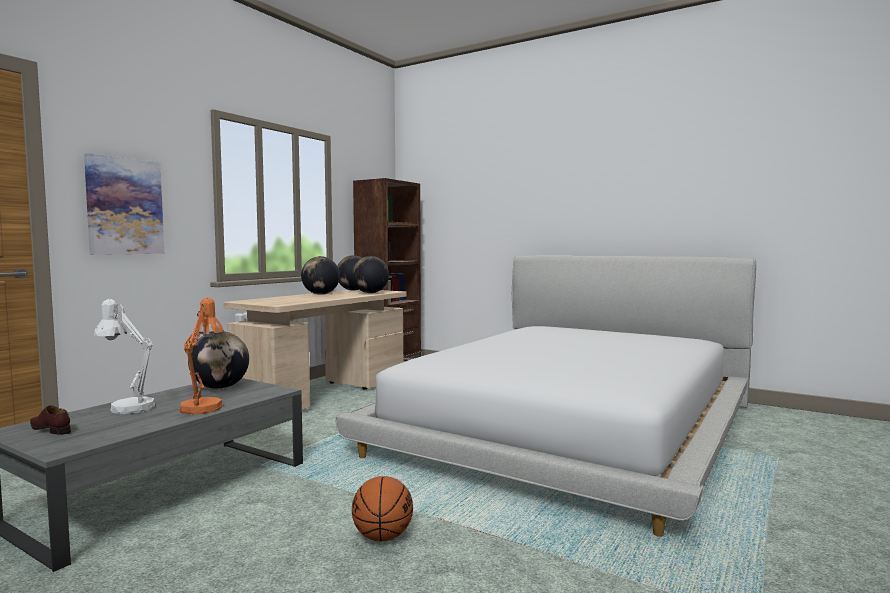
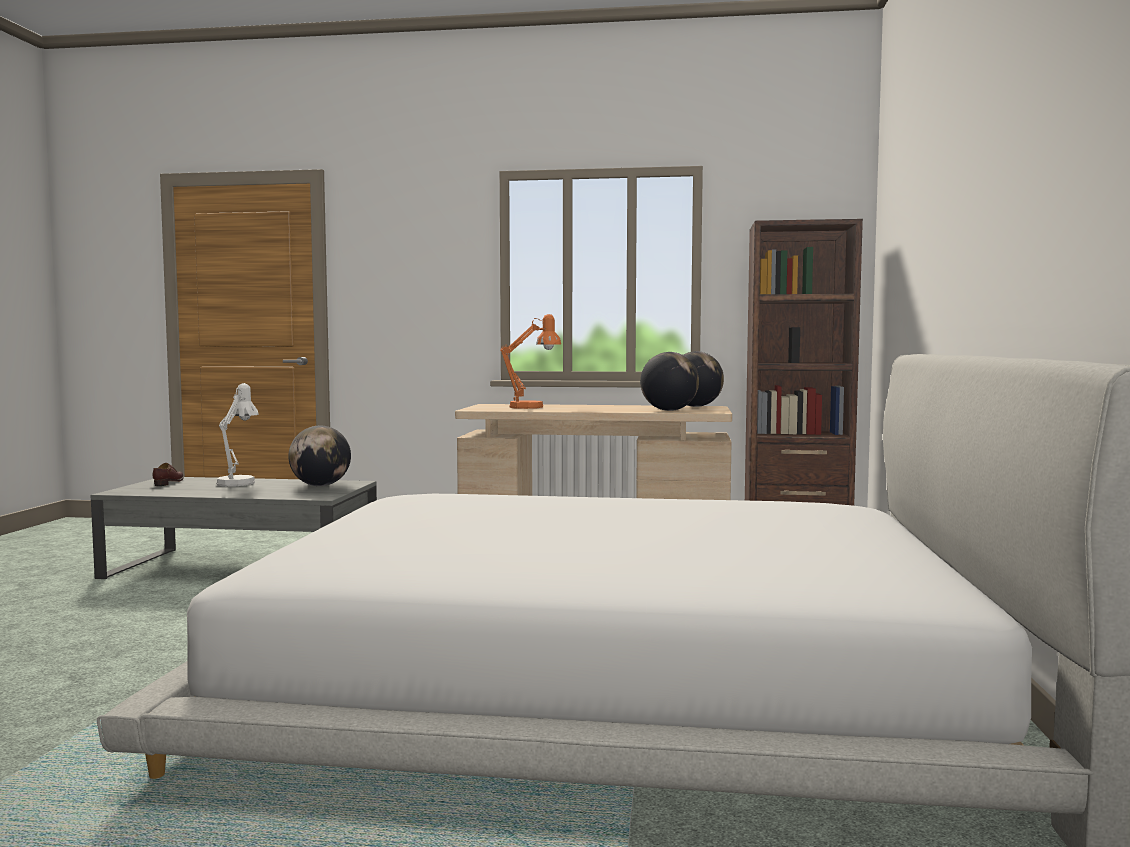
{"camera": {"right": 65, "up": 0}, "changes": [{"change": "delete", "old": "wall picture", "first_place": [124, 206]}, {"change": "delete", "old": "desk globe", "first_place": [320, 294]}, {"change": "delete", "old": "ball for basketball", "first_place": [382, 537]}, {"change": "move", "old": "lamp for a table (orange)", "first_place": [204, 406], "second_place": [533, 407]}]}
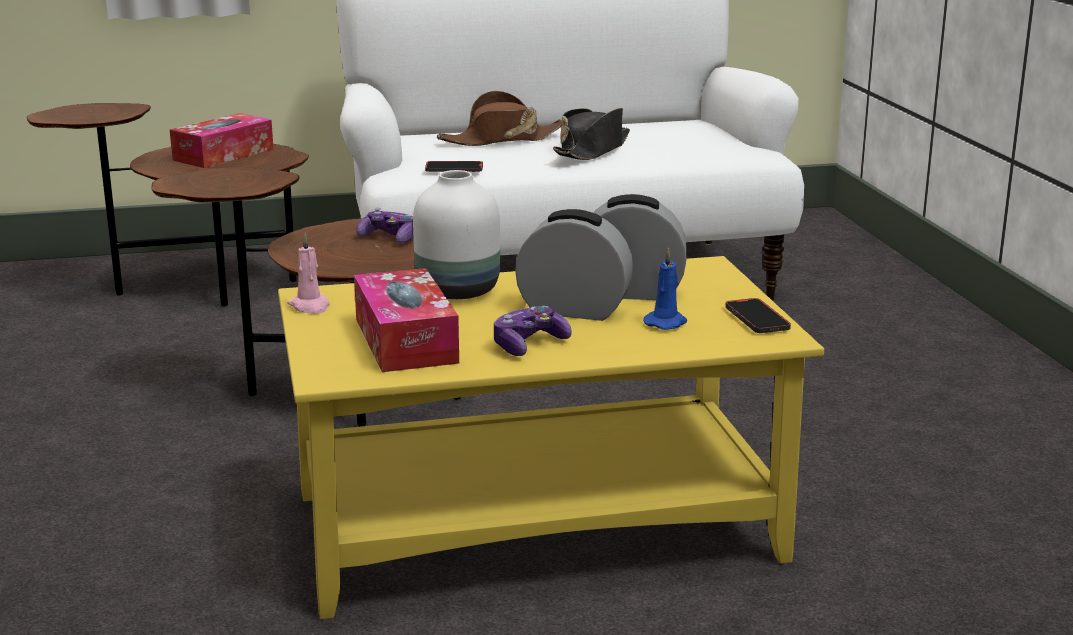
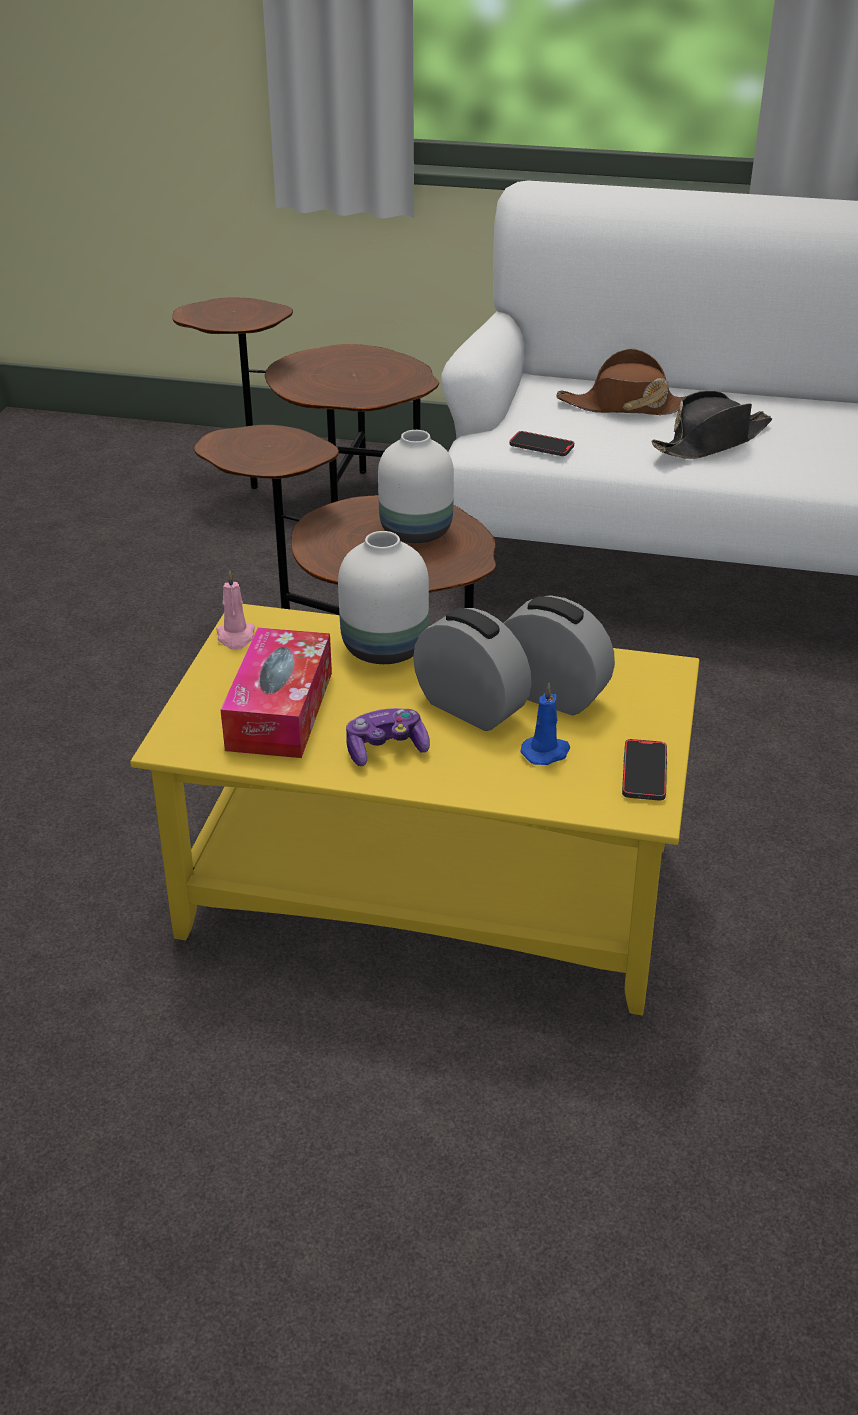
{"camera": {"right": 25, "up": 15}, "changes": [{"change": "delete", "old": "box of tissues", "first_place": [223, 154]}, {"change": "replace", "old": "joypad", "new": "vase (white)", "first_place": [389, 238], "second_place": [418, 532]}]}
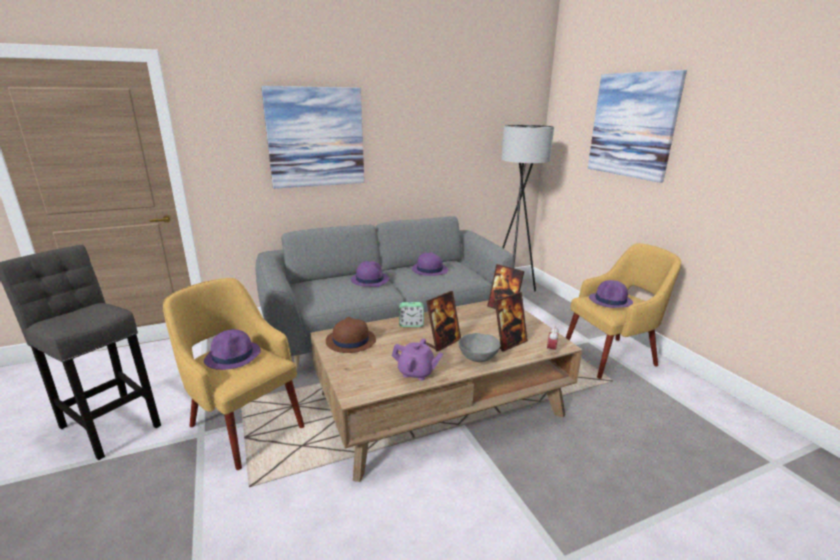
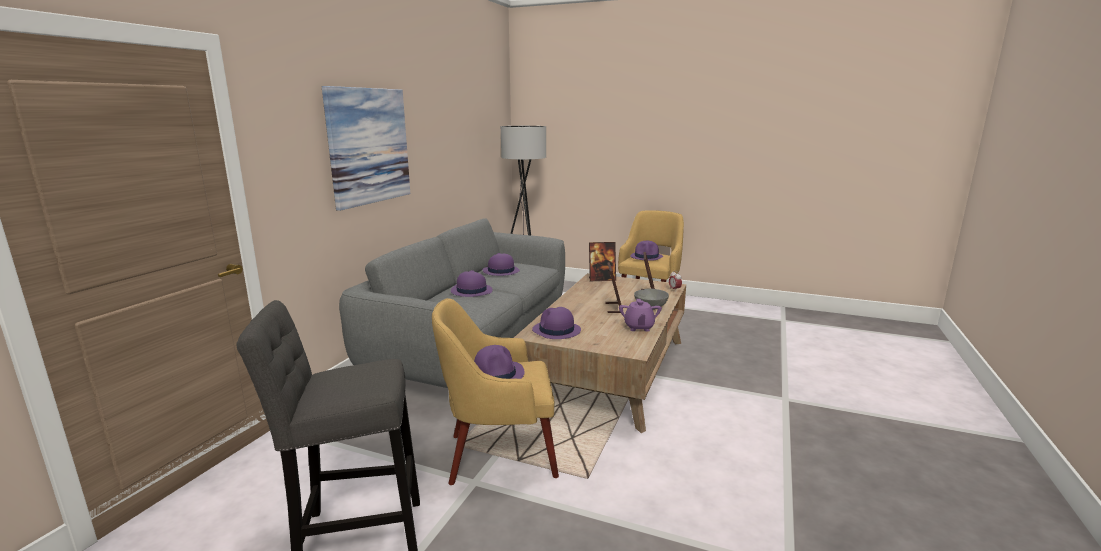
{"camera": {"right": -45, "up": -5}, "changes": [{"change": "delete", "old": "alarm clock", "first_place": [411, 324]}, {"change": "delete", "old": "wall picture", "first_place": [632, 125]}, {"change": "recolor", "old": "wearable hat (brown)", "new": "wearable hat (purple-coloured)", "first_place": [350, 341], "second_place": [556, 331]}, {"change": "rotate", "old": "tea pot (purple-coloured)", "first_place": [416, 372], "second_place": [639, 327], "degrees": 120}]}
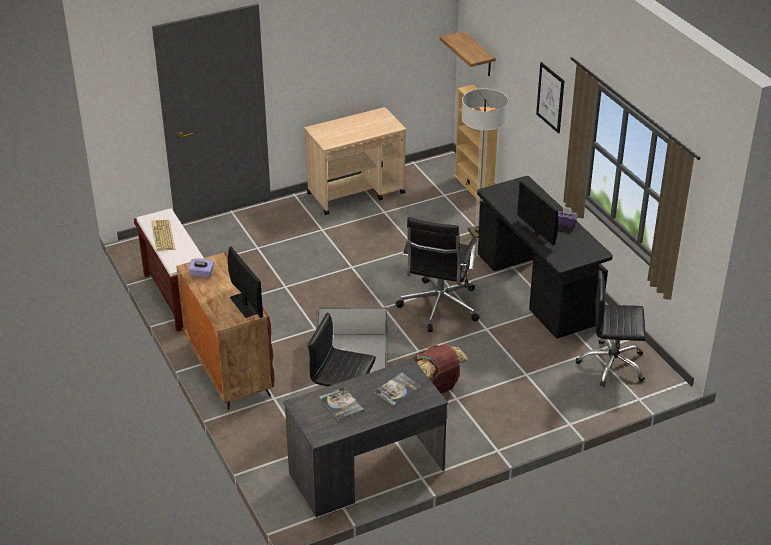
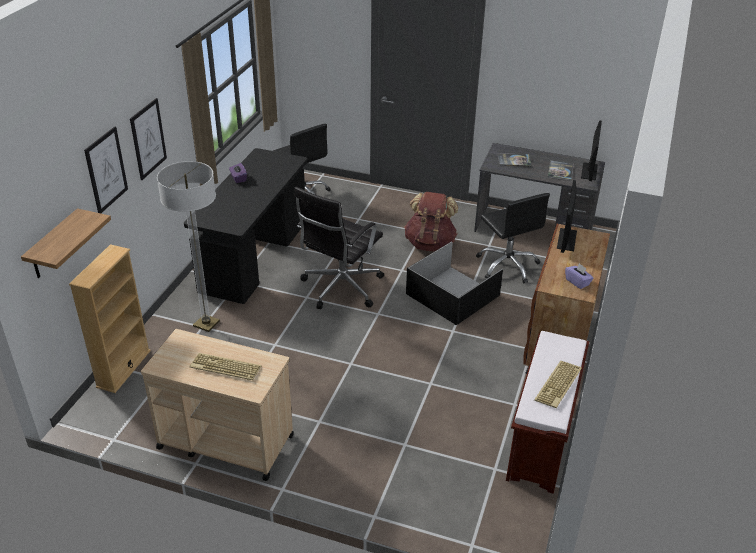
{"camera": {"right": -135, "up": 0}, "changes": [{"change": "insert", "new": "wall picture", "second_place": [106, 170]}, {"change": "insert", "new": "PC keyboard", "second_place": [224, 368]}, {"change": "move", "old": "monitor", "first_place": [537, 233], "second_place": [589, 171]}, {"change": "rotate", "old": "office chair (black)", "first_place": [438, 308], "second_place": [340, 288], "degrees": 150}]}
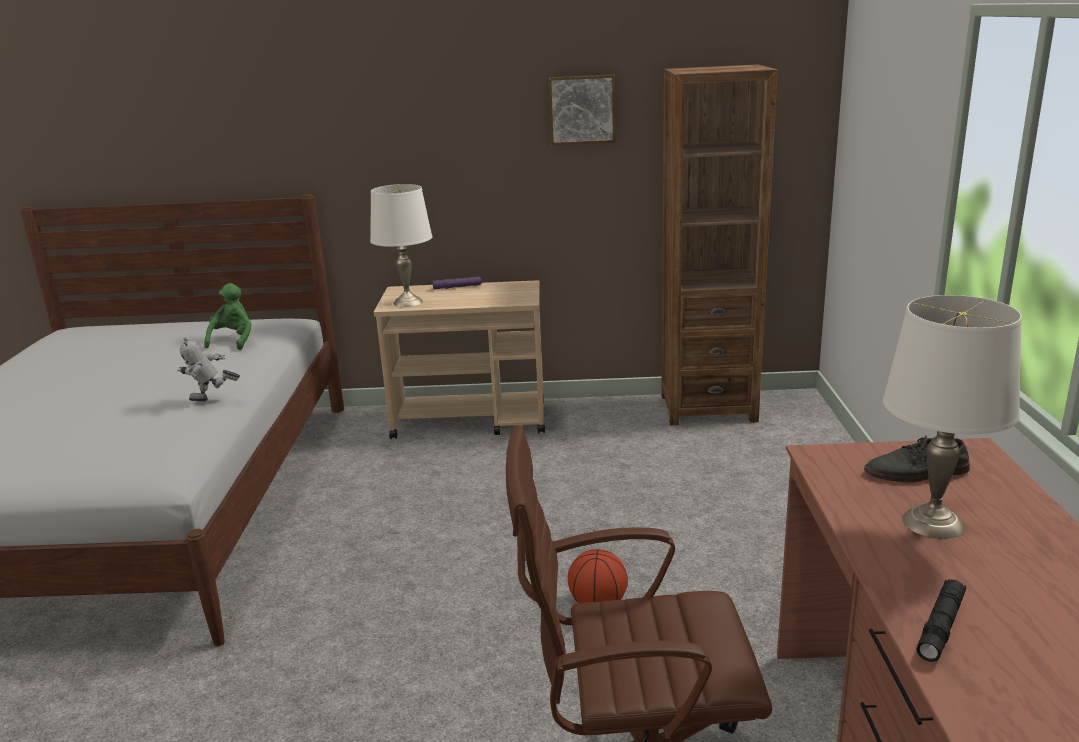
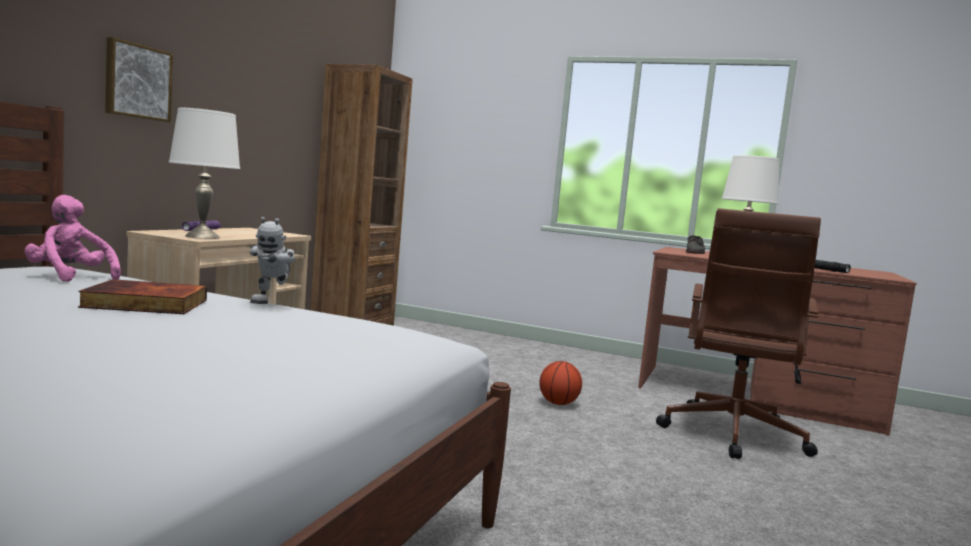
{"camera": {"right": -70, "up": -15}, "changes": [{"change": "insert", "new": "volume", "second_place": [144, 304]}, {"change": "move", "old": "wall picture", "first_place": [582, 109], "second_place": [137, 81]}, {"change": "recolor", "old": "plush toy (green)", "new": "plush toy (pinkish)", "first_place": [233, 341], "second_place": [70, 277]}]}
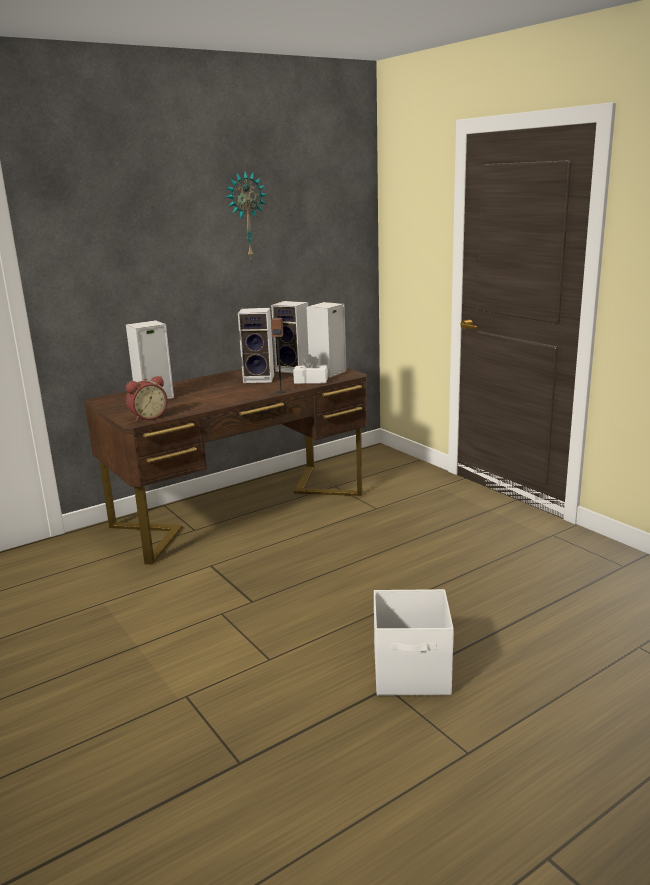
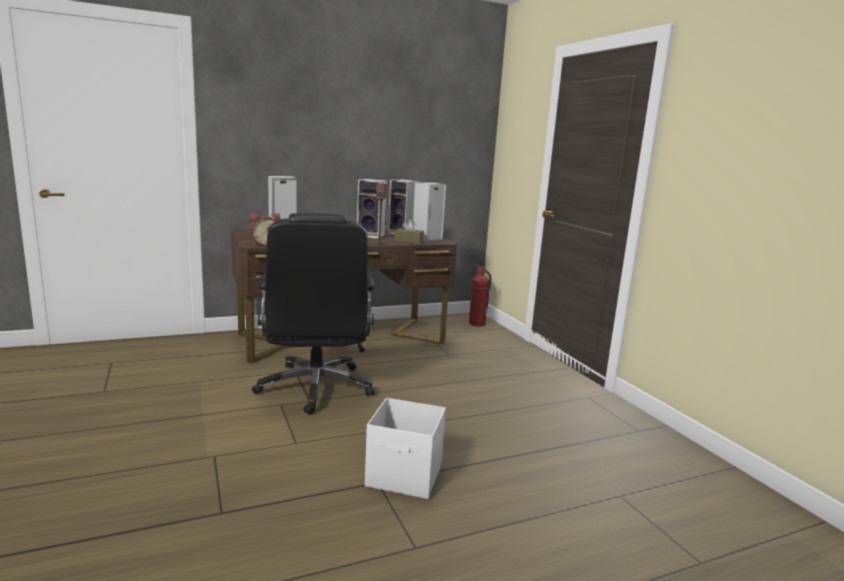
{"camera": {"right": 10, "up": -5}, "changes": [{"change": "delete", "old": "wall clock", "first_place": [246, 215]}, {"change": "insert", "new": "office chair (black)", "second_place": [315, 388]}, {"change": "insert", "new": "extinguisher", "second_place": [476, 324]}, {"change": "recolor", "old": "box of tissues (white)", "new": "box of tissues (brown)", "first_place": [310, 381], "second_place": [408, 241]}]}
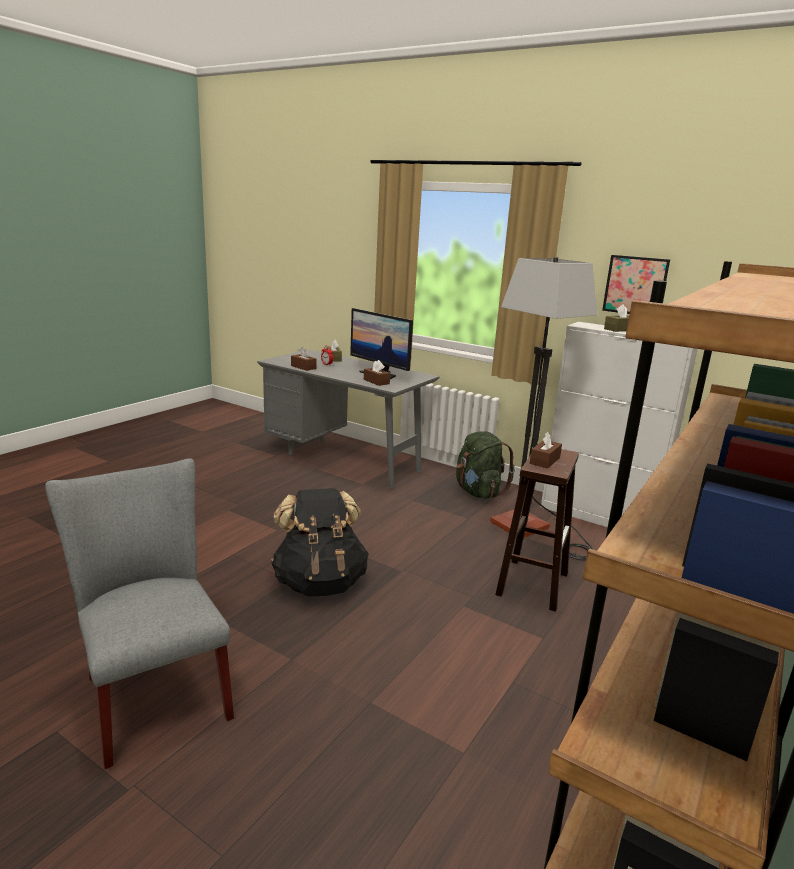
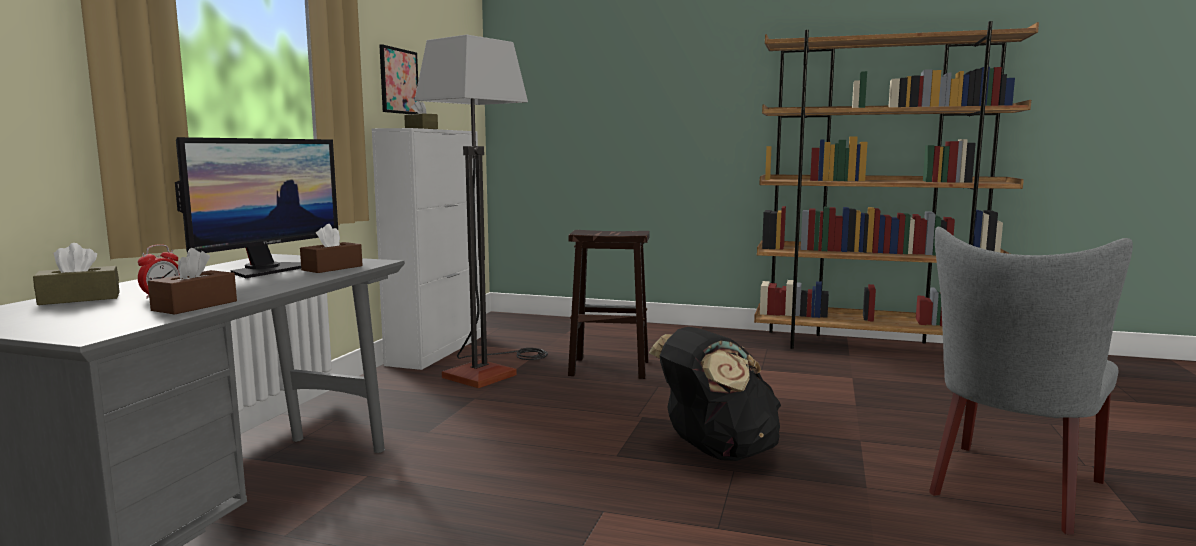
{"camera": {"right": -105, "up": -10}, "changes": [{"change": "delete", "old": "backpack (green)", "first_place": [478, 492]}, {"change": "delete", "old": "box of tissues (brown)", "first_place": [544, 460]}]}
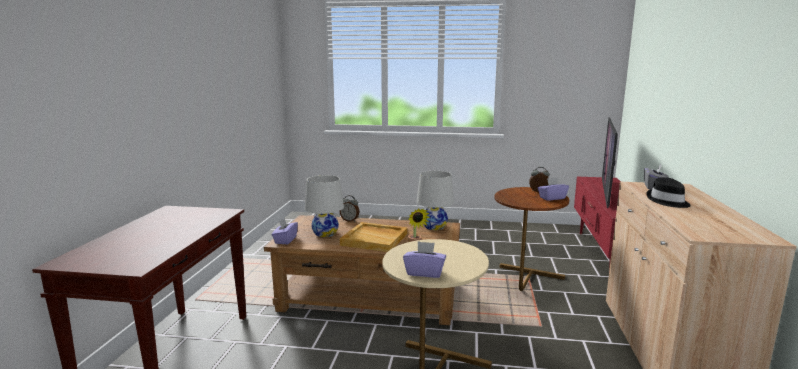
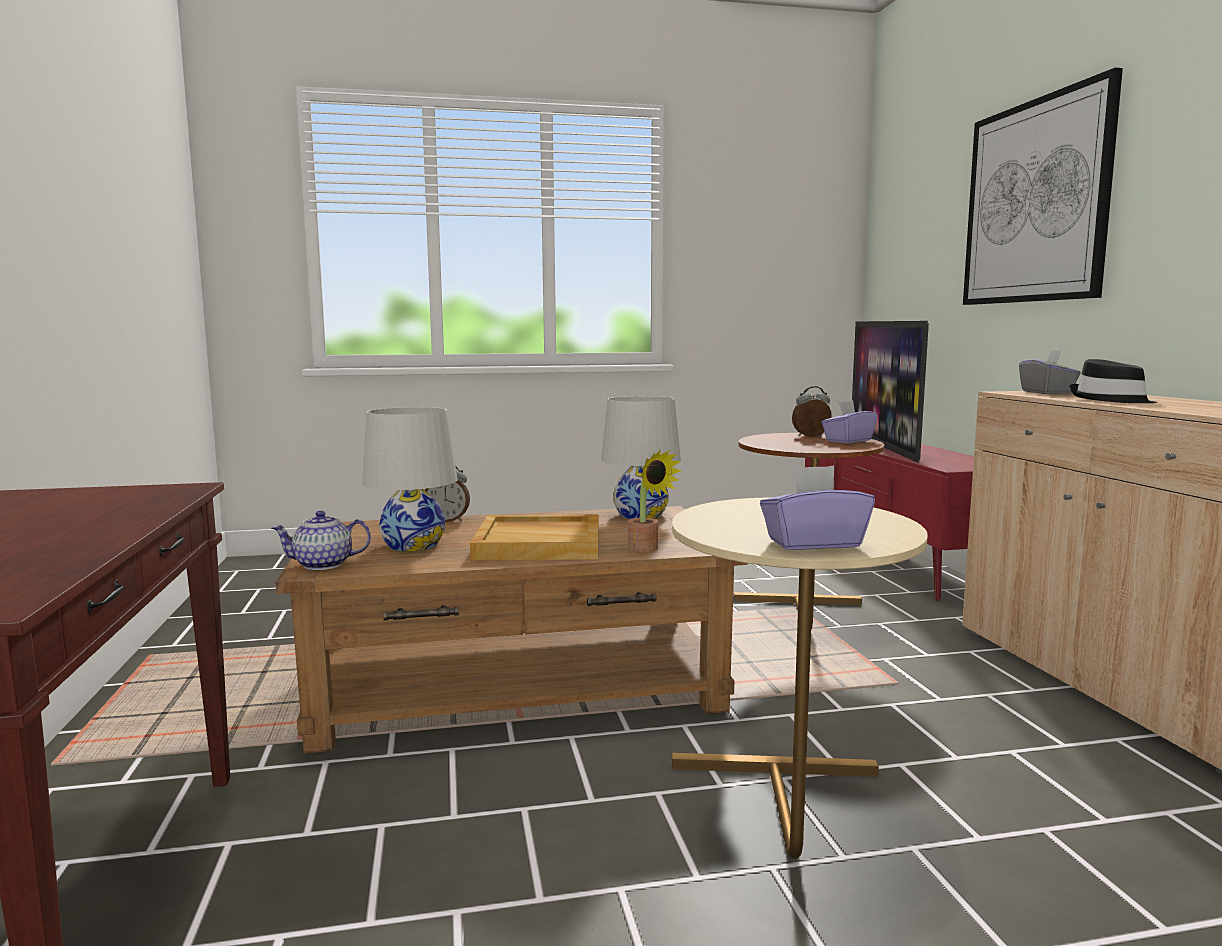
{"camera": {"right": -20, "up": -5}, "changes": [{"change": "insert", "new": "wall picture", "second_place": [1035, 202]}, {"change": "replace", "old": "box of tissues (purple-coloured)", "new": "tea pot", "first_place": [285, 240], "second_place": [324, 565]}]}
